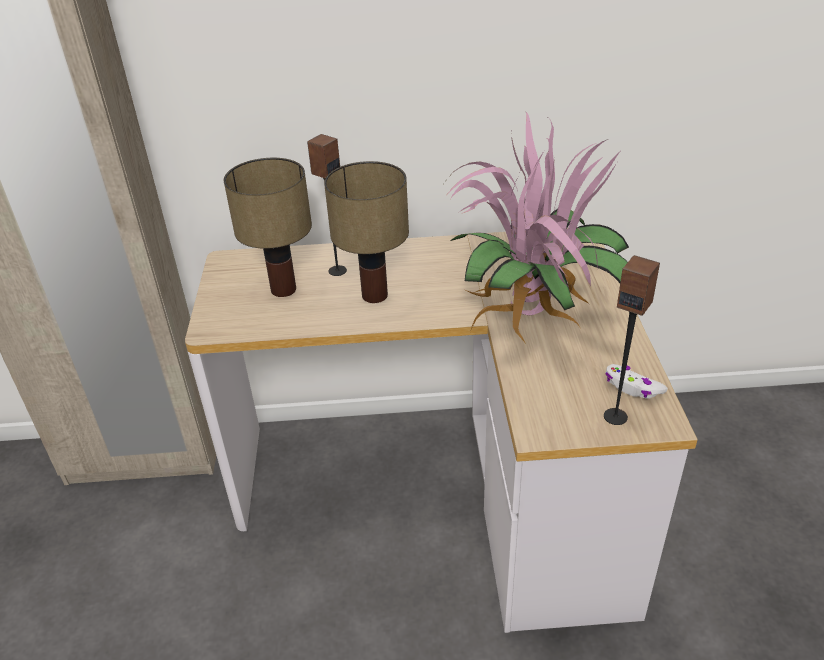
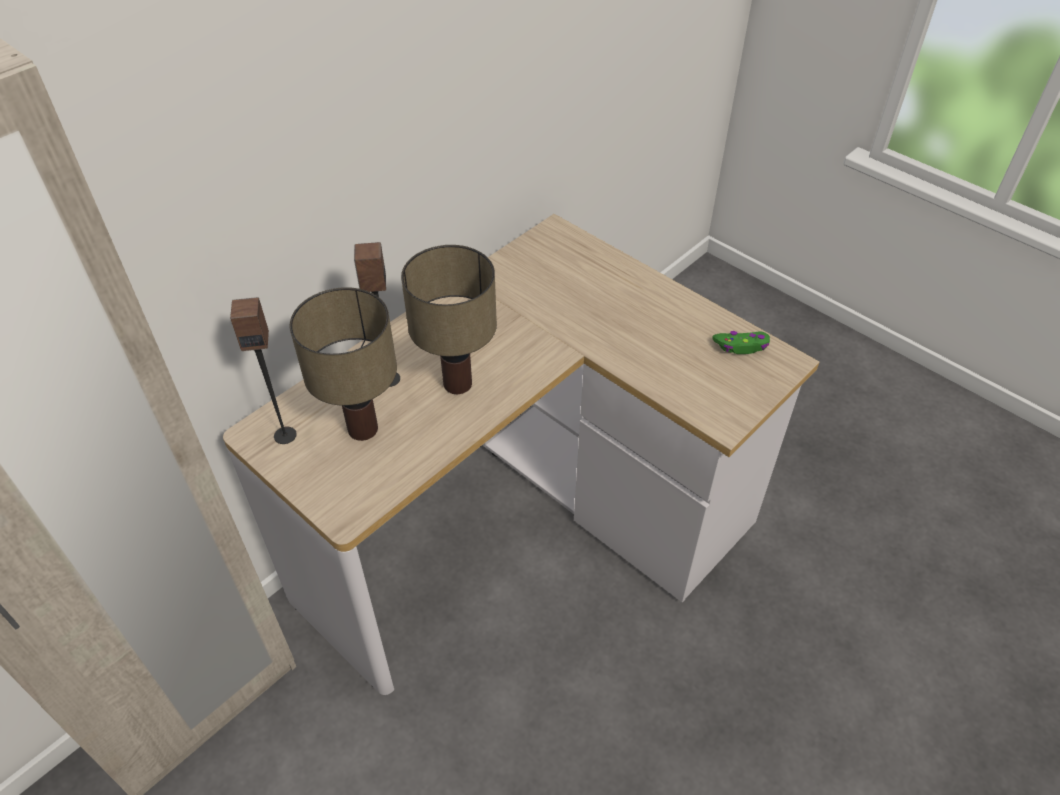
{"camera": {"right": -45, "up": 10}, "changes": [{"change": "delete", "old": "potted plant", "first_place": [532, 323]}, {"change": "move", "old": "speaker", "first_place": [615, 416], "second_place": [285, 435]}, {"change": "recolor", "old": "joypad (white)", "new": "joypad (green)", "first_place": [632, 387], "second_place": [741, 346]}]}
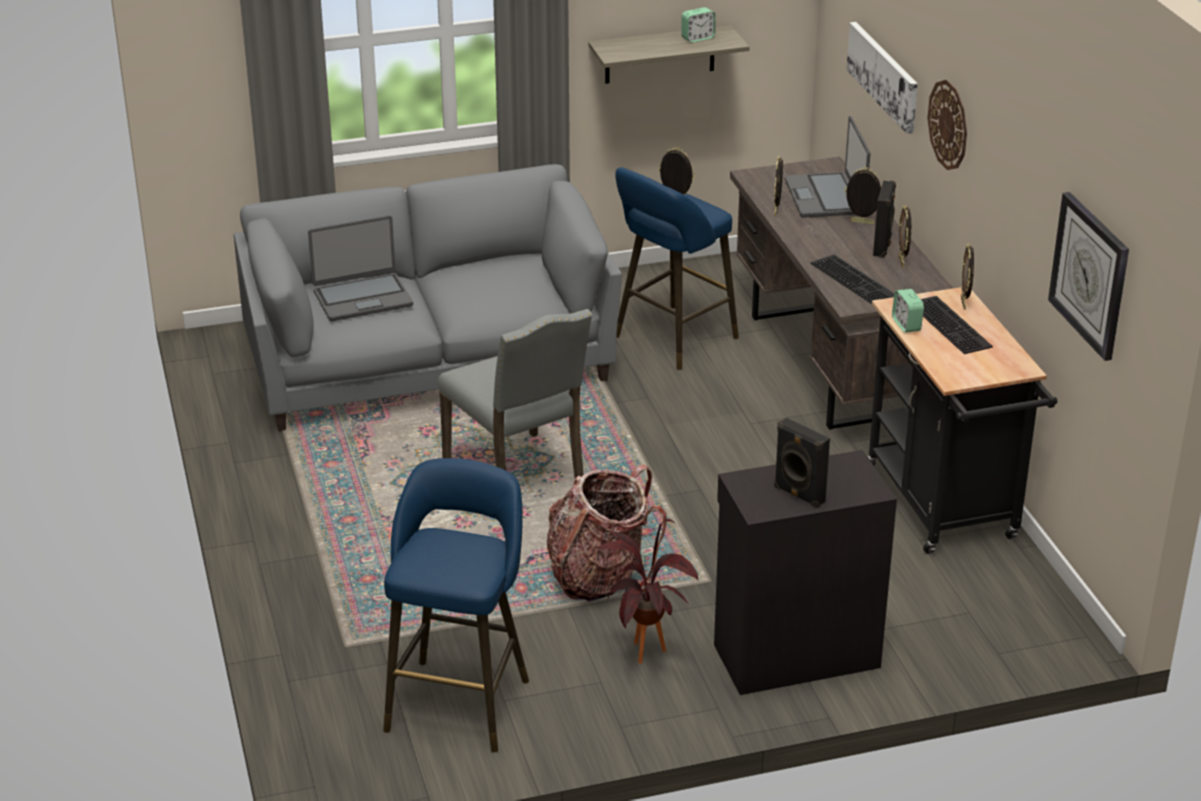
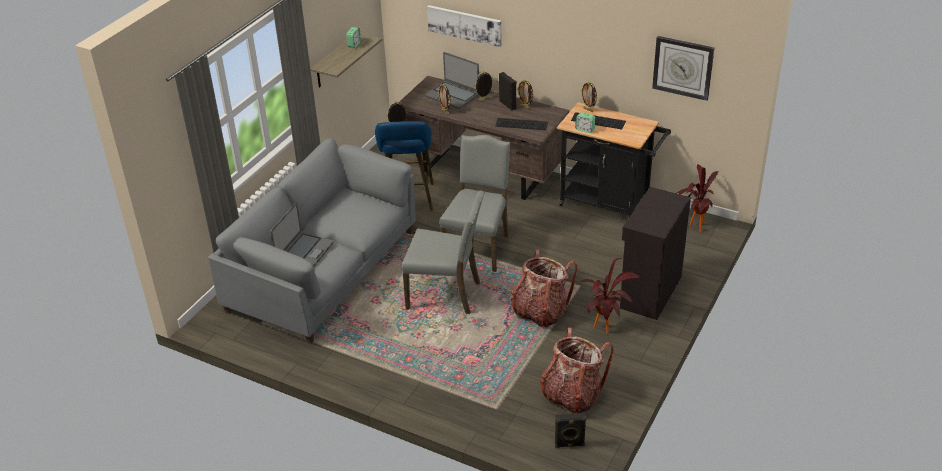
{"camera": {"right": -45, "up": 5}, "changes": [{"change": "delete", "old": "wall clock", "first_place": [948, 124]}, {"change": "insert", "new": "chair (greyish)", "second_place": [478, 247]}, {"change": "insert", "new": "potted plant", "second_place": [693, 226]}, {"change": "move", "old": "speaker (black)", "first_place": [798, 495], "second_place": [569, 445]}, {"change": "replace", "old": "sitting stool (blue-coloured)", "new": "backpack", "first_place": [460, 699], "second_place": [572, 395]}]}
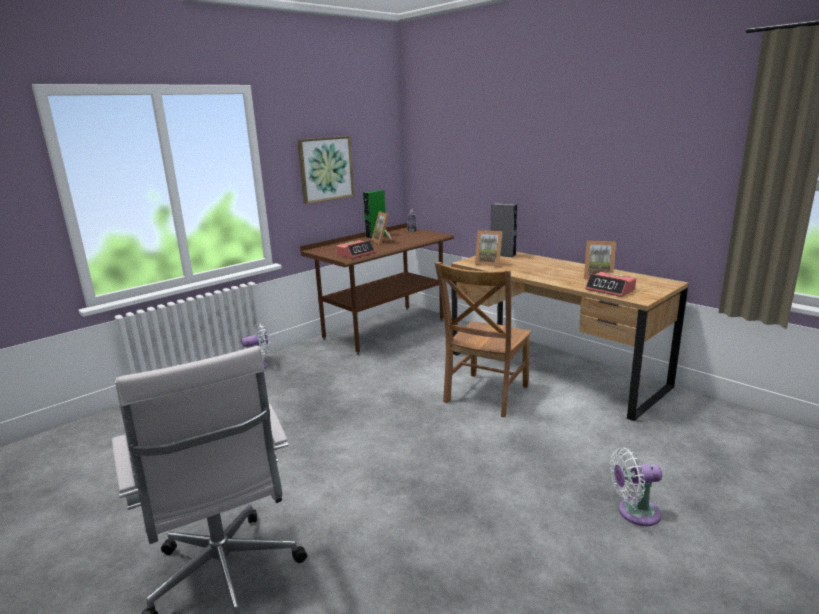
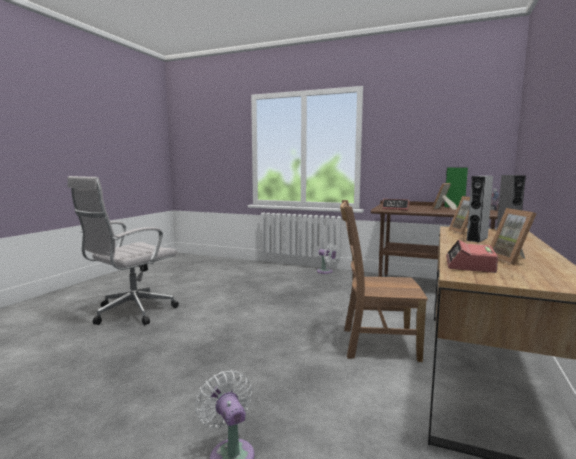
{"camera": {"right": 65, "up": -10}, "changes": [{"change": "delete", "old": "wall picture", "first_place": [325, 169]}, {"change": "insert", "new": "speaker (greyish)", "second_place": [477, 239]}]}
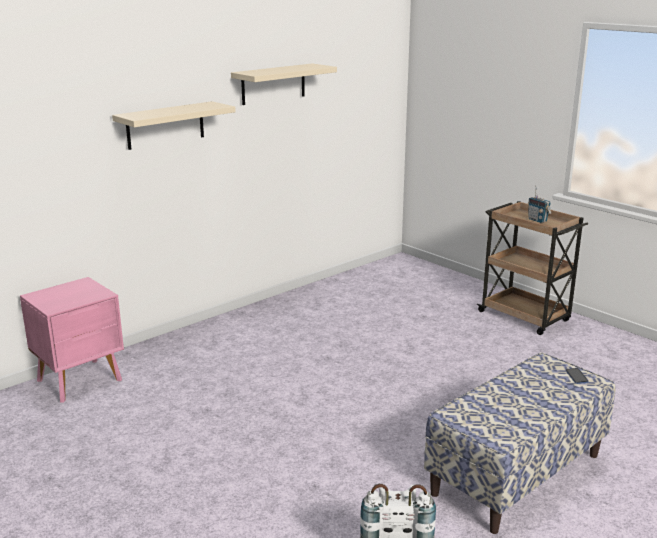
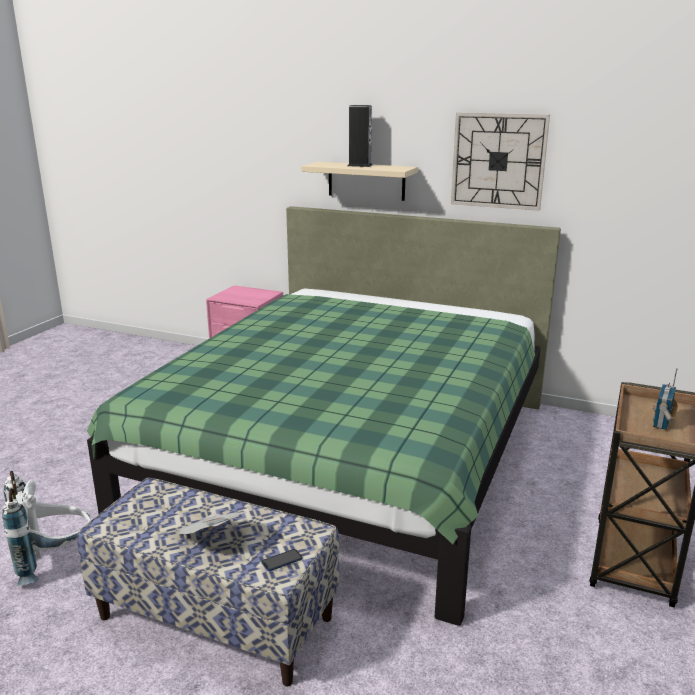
{"camera": {"right": 65, "up": 0}, "changes": [{"change": "insert", "new": "bed (green)", "second_place": [349, 455]}, {"change": "insert", "new": "newspaper", "second_place": [211, 538]}, {"change": "insert", "new": "speaker", "second_place": [360, 165]}, {"change": "replace", "old": "wall shelf (sand-coloured)", "new": "wall clock", "first_place": [273, 84], "second_place": [498, 161]}]}
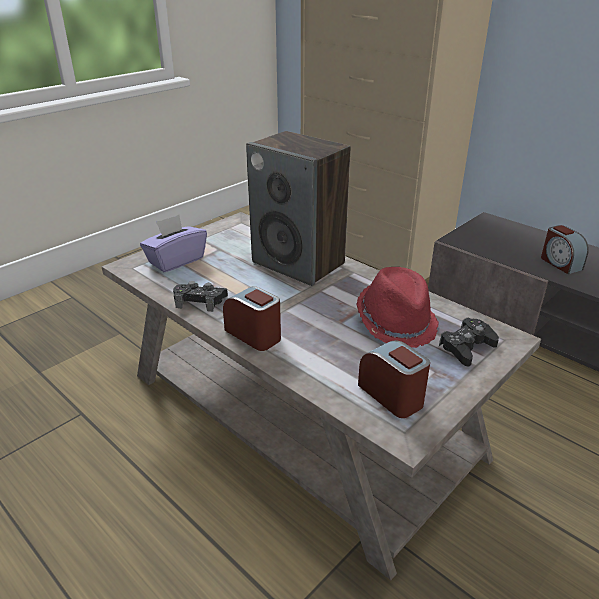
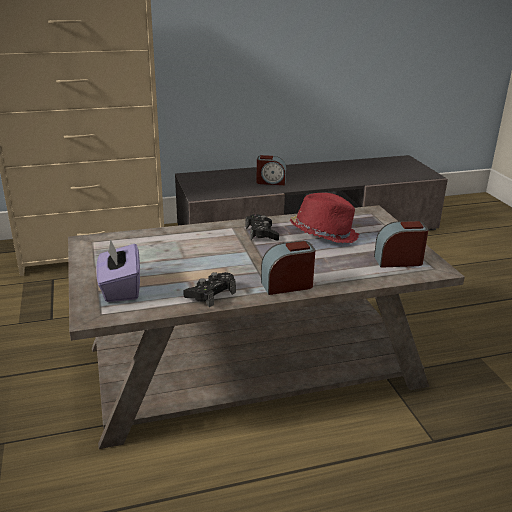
{"camera": {"right": -60, "up": -5}, "changes": [{"change": "delete", "old": "speaker", "first_place": [299, 263]}, {"change": "move", "old": "joypad (black)", "first_place": [467, 347], "second_place": [261, 233]}]}
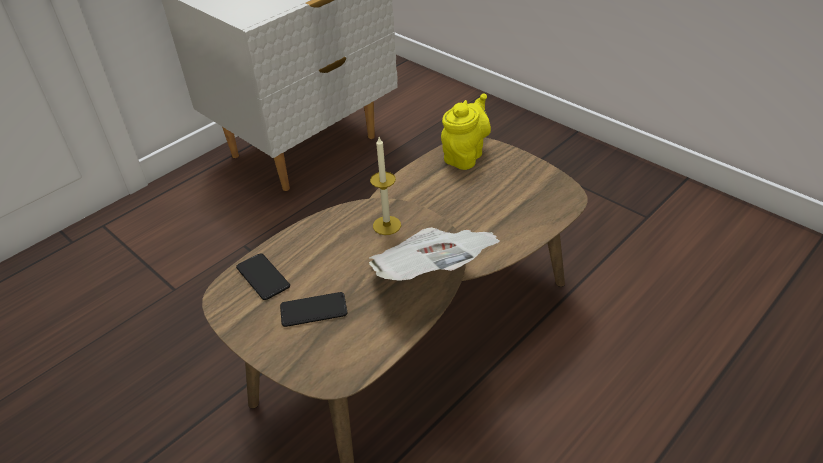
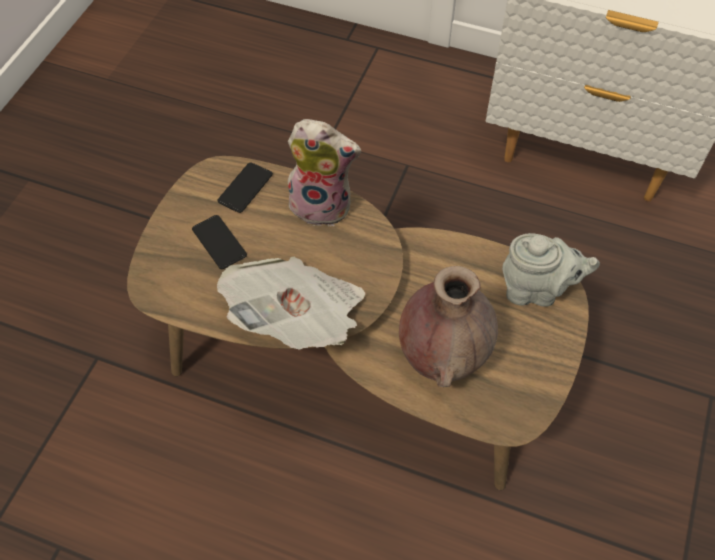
{"camera": {"right": 65, "up": 15}, "changes": [{"change": "delete", "old": "wax candle", "first_place": [387, 225]}, {"change": "insert", "new": "plush toy", "second_place": [323, 205]}, {"change": "insert", "new": "vase (brown)", "second_place": [442, 357]}, {"change": "recolor", "old": "tea pot (yellow)", "new": "tea pot (greyish)", "first_place": [465, 155], "second_place": [537, 290]}]}
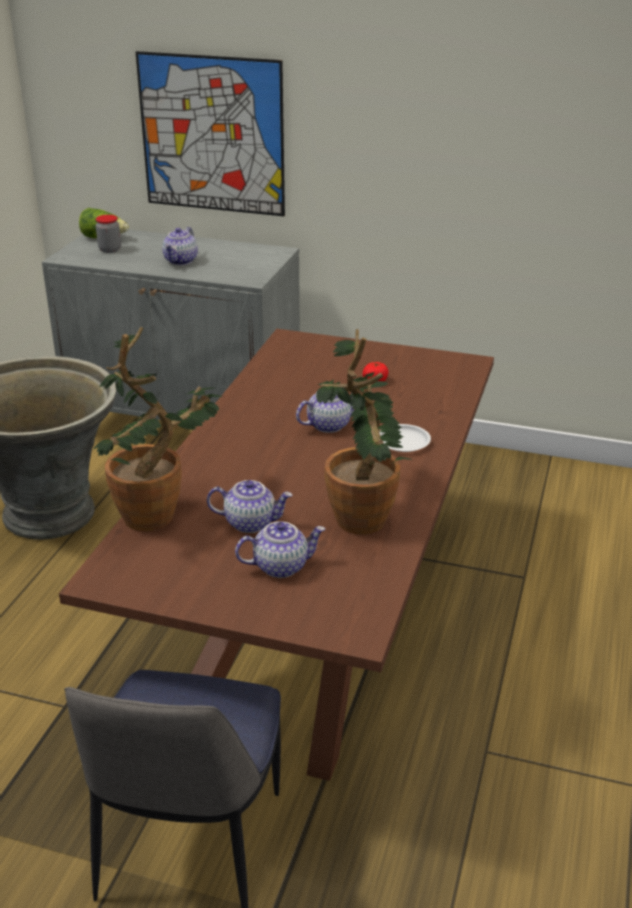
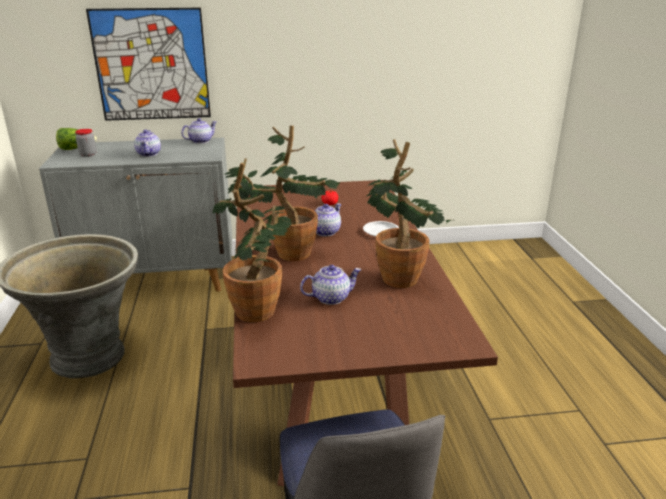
{"camera": {"right": -25, "up": -5}, "changes": [{"change": "insert", "new": "potted plant", "second_place": [287, 251]}, {"change": "move", "old": "tea pot", "first_place": [281, 566], "second_place": [201, 141]}]}
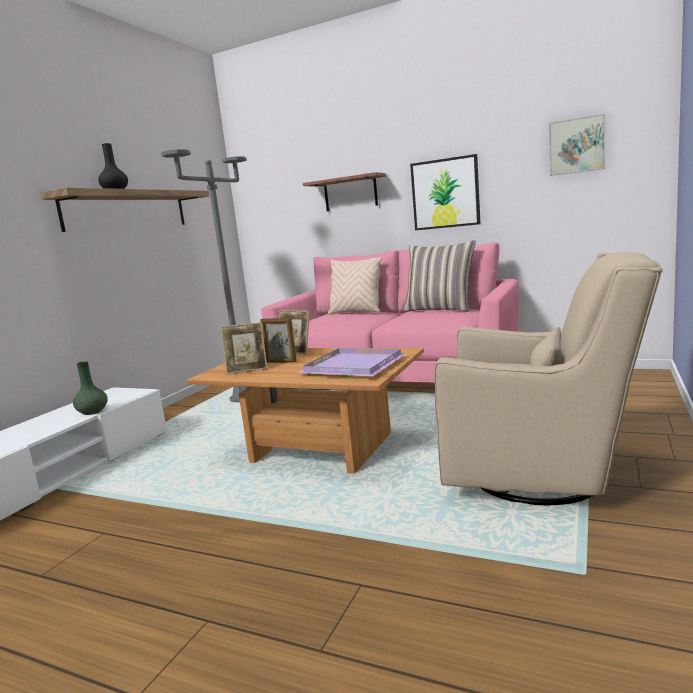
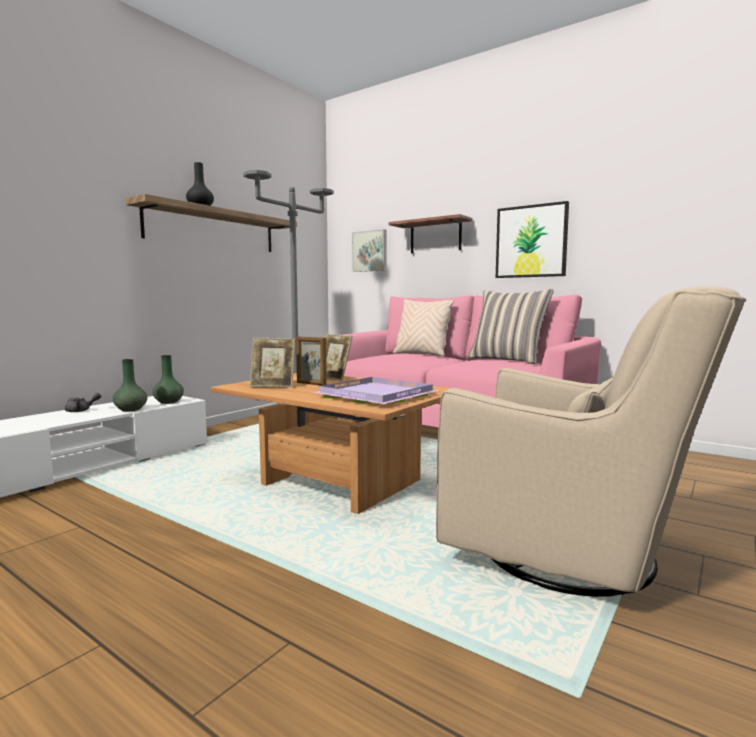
{"camera": {"right": 10, "up": -5}, "changes": [{"change": "insert", "new": "tea pot (greyish)", "second_place": [81, 410]}, {"change": "insert", "new": "vase (green)", "second_place": [168, 402]}, {"change": "move", "old": "wall picture", "first_place": [577, 146], "second_place": [370, 251]}]}
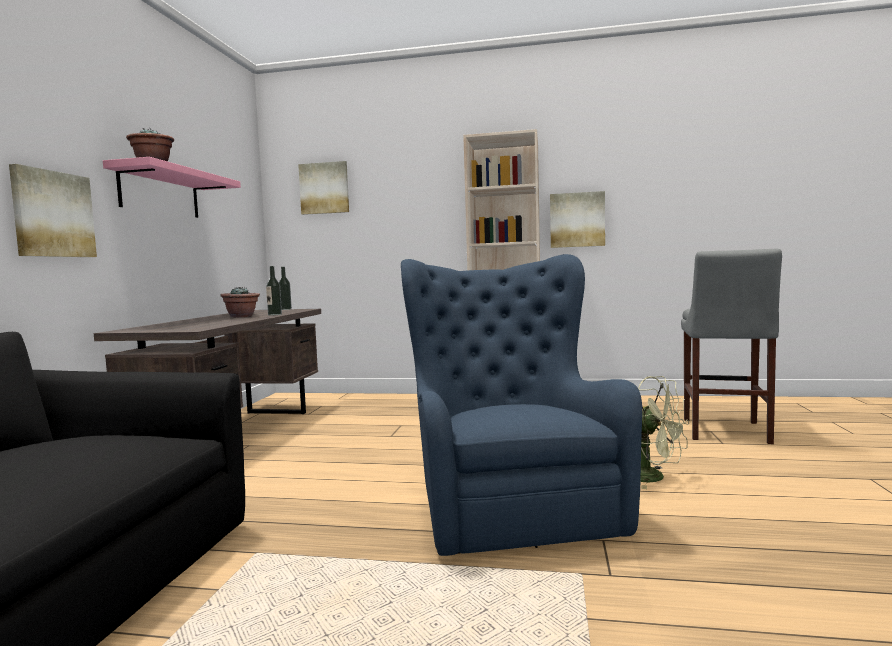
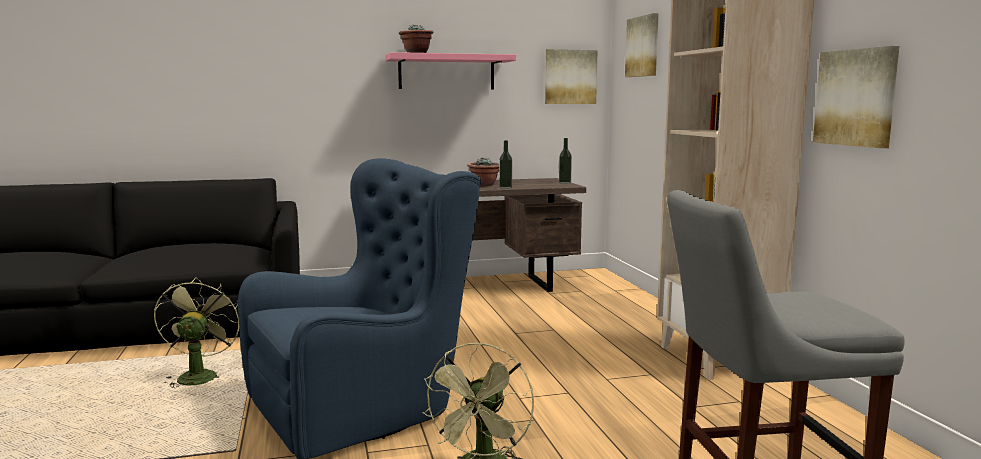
{"camera": {"right": 65, "up": 5}, "changes": [{"change": "insert", "new": "electric fan (green)", "second_place": [198, 375]}, {"change": "move", "old": "wall picture", "first_place": [52, 214], "second_place": [570, 77]}]}
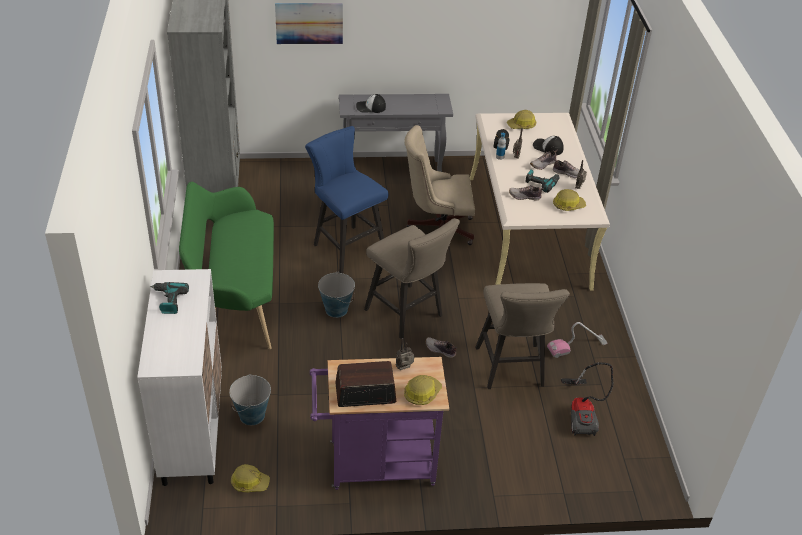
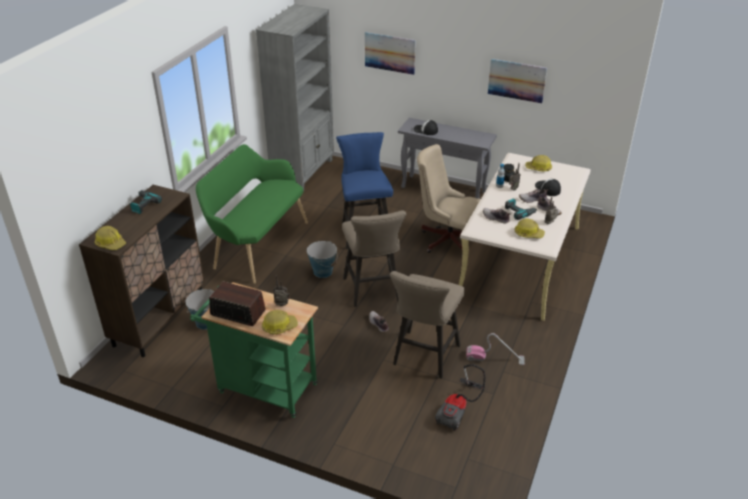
{"camera": {"right": 30, "up": -5}, "changes": [{"change": "insert", "new": "wall picture", "second_place": [516, 80]}, {"change": "move", "old": "hard hat", "first_place": [249, 482], "second_place": [111, 243]}, {"change": "recolor", "old": "cabinet (white)", "new": "cabinet (brown)", "first_place": [192, 431], "second_place": [159, 319]}, {"change": "recolor", "old": "wheeled cart (purple-coloured)", "new": "wheeled cart (green)", "first_place": [375, 465], "second_place": [262, 387]}]}
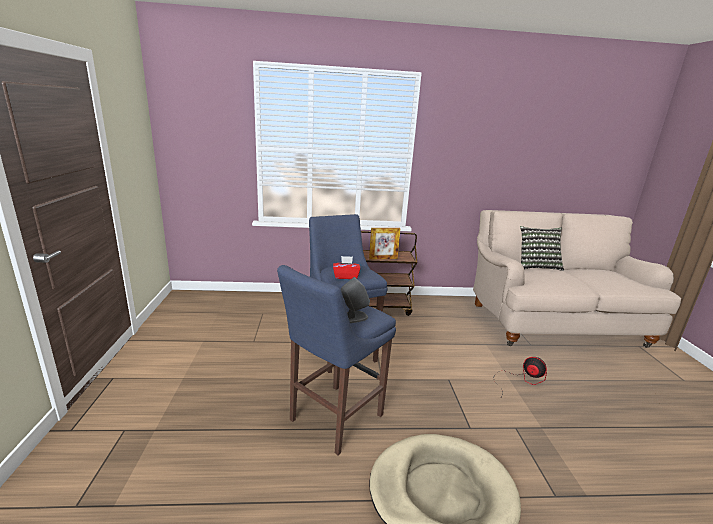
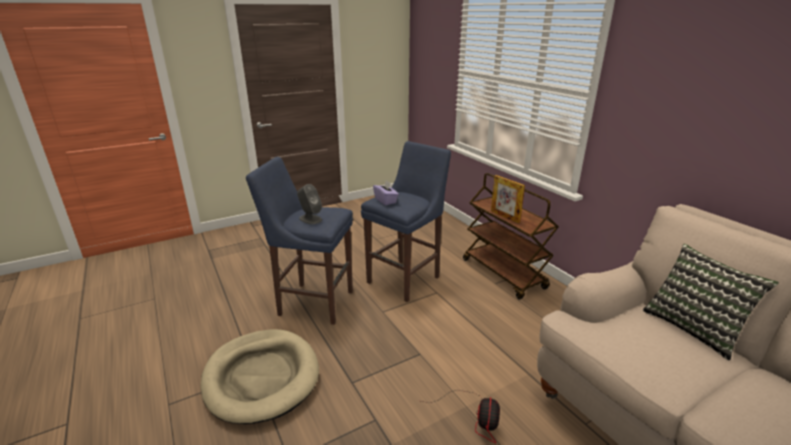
{"camera": {"right": 65, "up": 5}, "changes": [{"change": "recolor", "old": "box of tissues (red)", "new": "box of tissues (purple-coloured)", "first_place": [346, 276], "second_place": [386, 201]}]}
